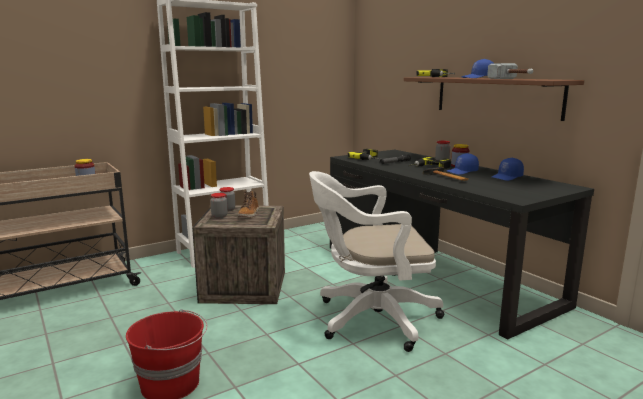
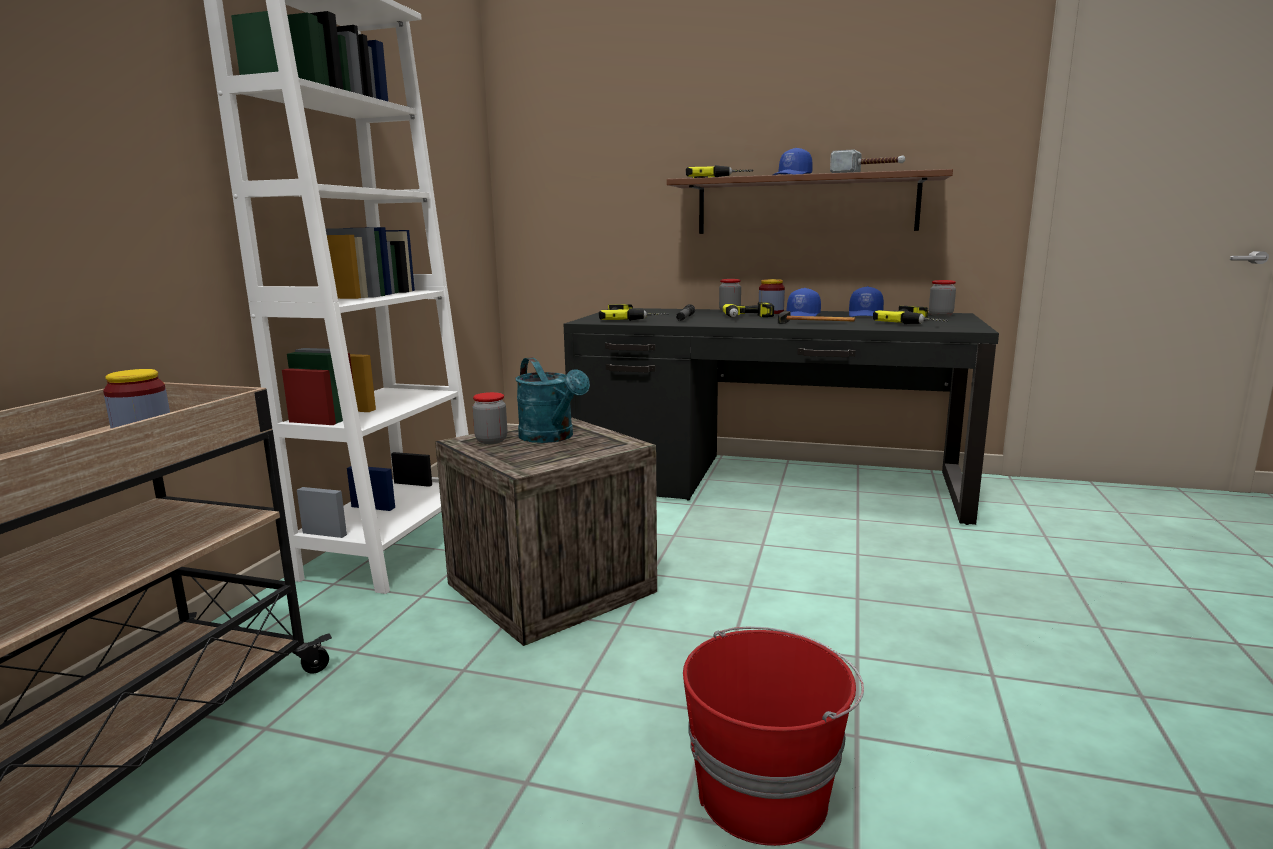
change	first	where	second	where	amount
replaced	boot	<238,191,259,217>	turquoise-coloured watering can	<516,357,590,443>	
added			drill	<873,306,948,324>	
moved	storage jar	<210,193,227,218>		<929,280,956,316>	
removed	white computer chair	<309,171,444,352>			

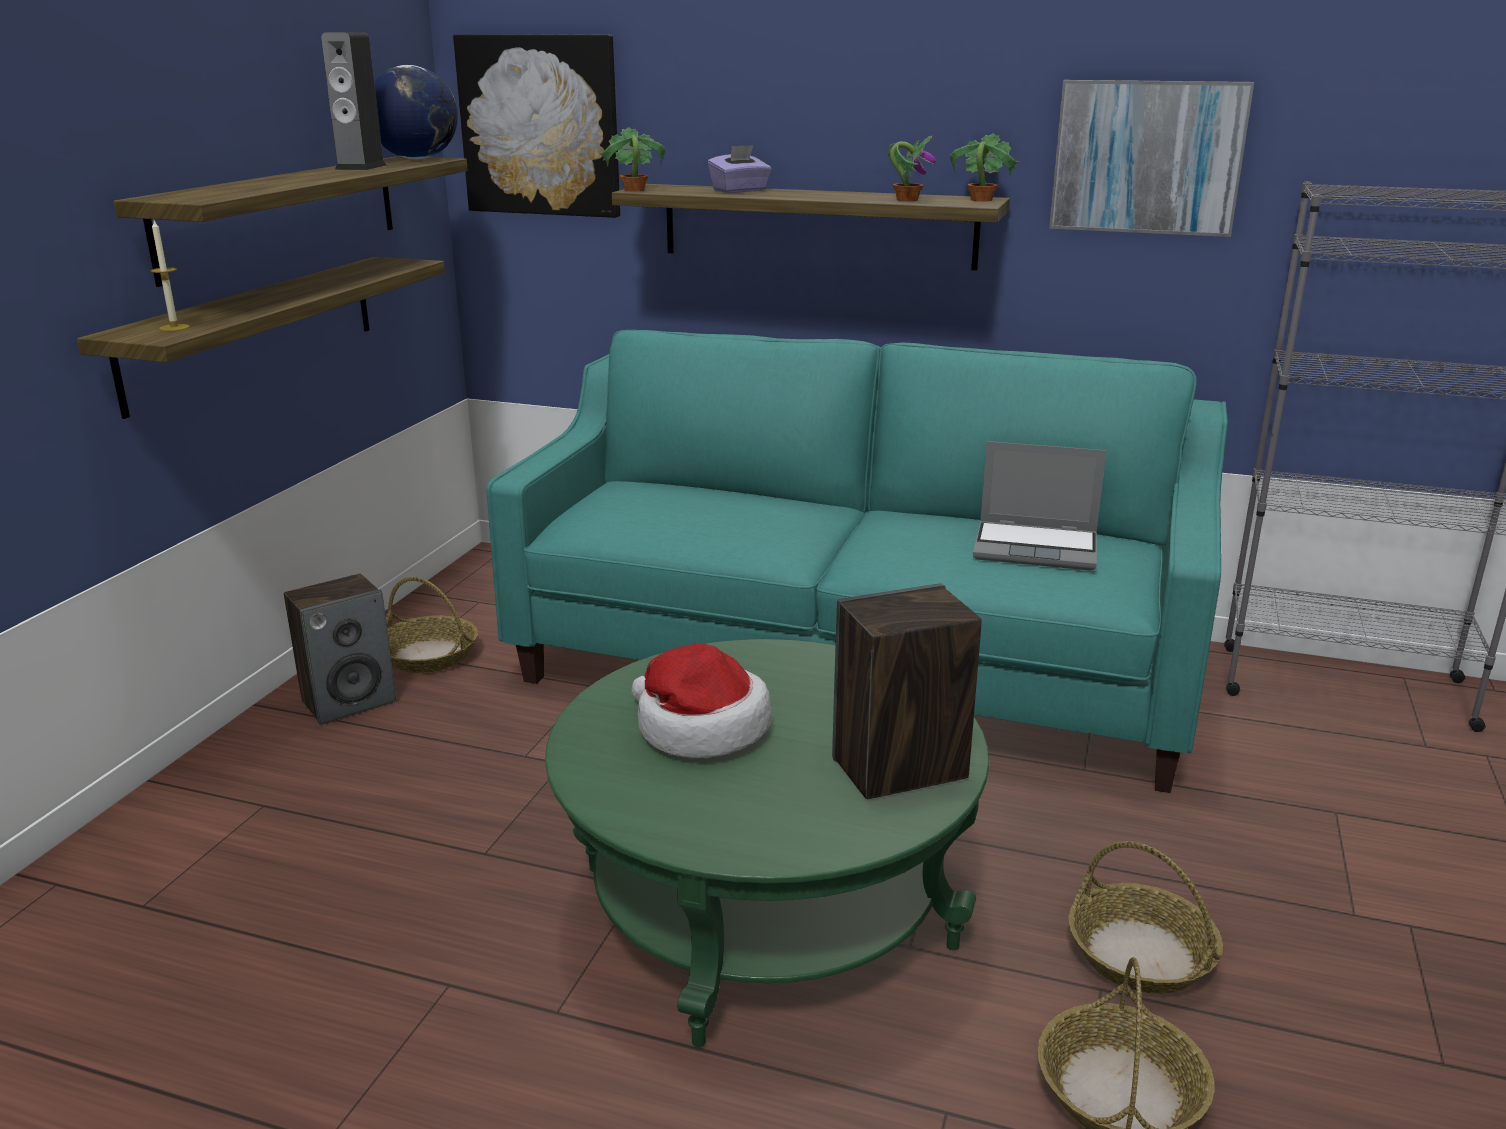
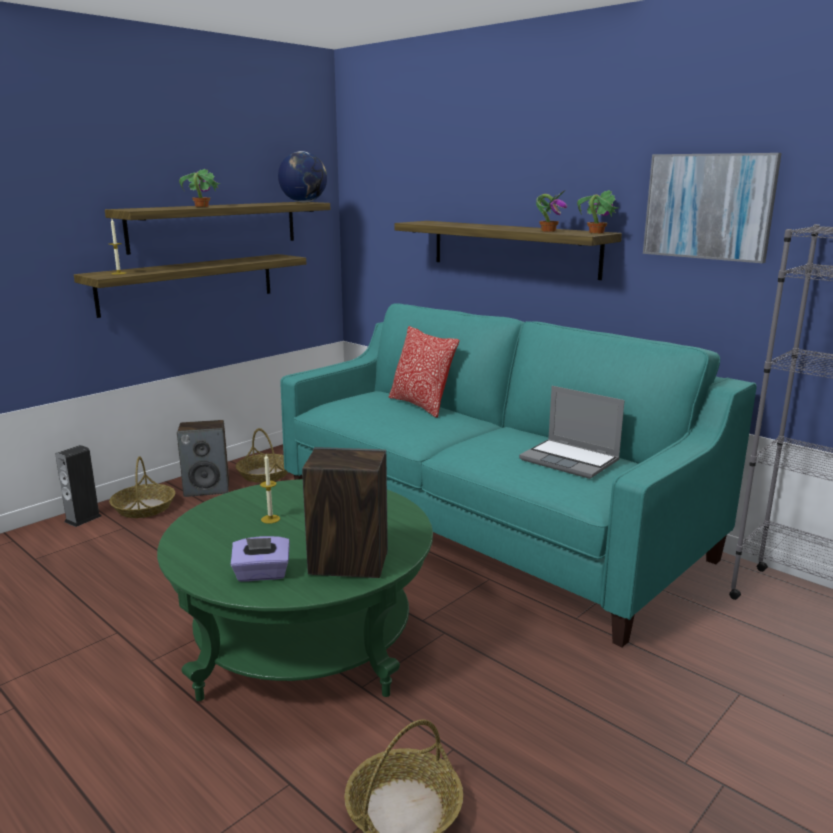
change	first	where	second	where	amount
moved	audio speaker	<321,32,387,170>		<55,445,101,527>	
moved	household basket	<1069,841,1223,994>		<109,457,175,518>	
moved	potted plant	<599,127,666,192>		<179,169,220,207>	
moved	purplish box of tissues	<707,145,771,193>		<231,536,290,582>	
replaced	hat	<632,643,771,758>	wax candle	<260,454,280,524>	
added			pillow	<389,326,459,418>	
removed	wall art	<453,34,620,218>			

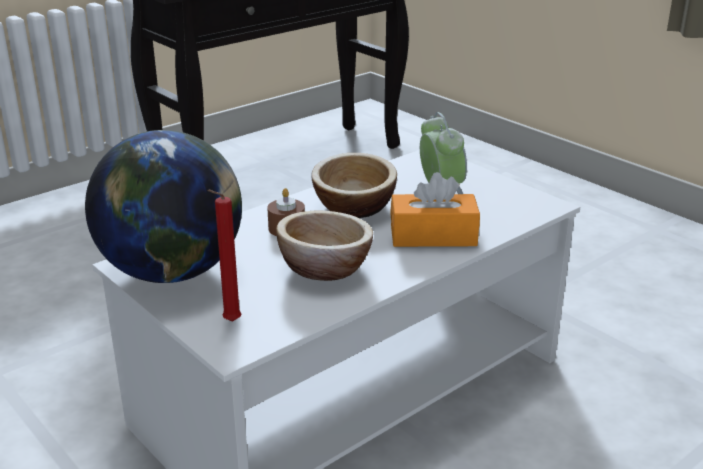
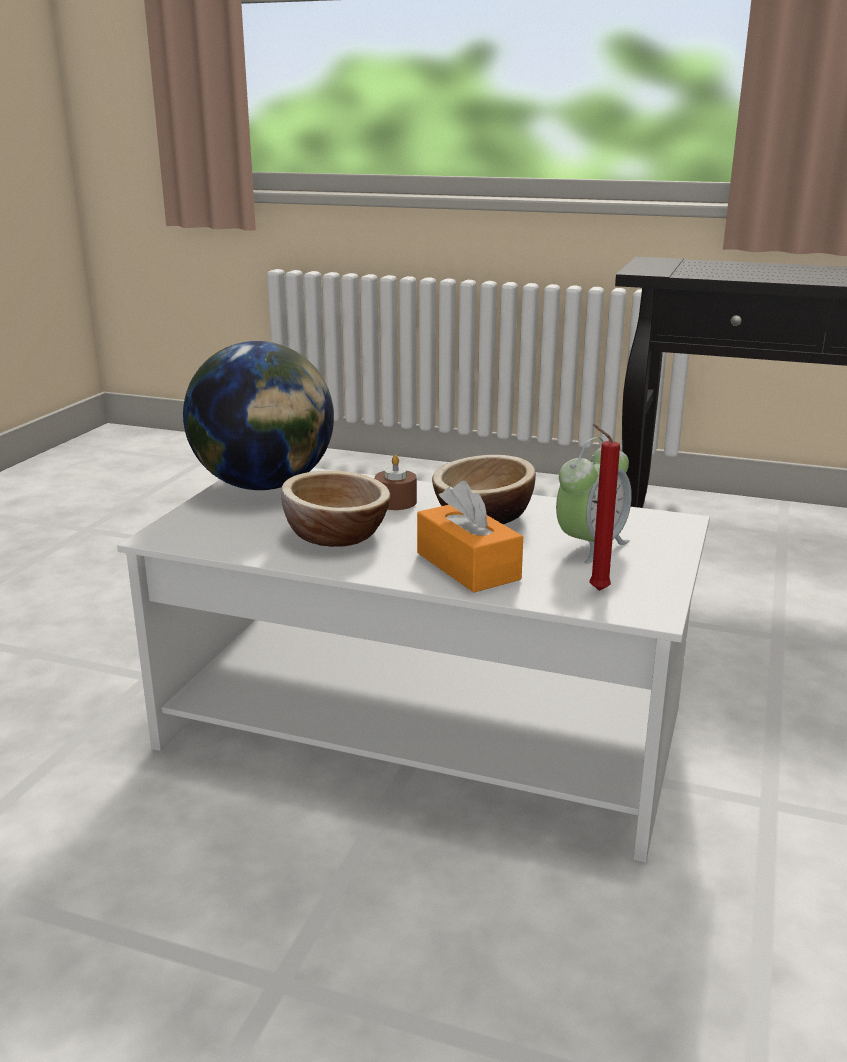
change	first	where	second	where	amount
moved	red wax candle	<207,190,241,322>		<590,424,620,591>	

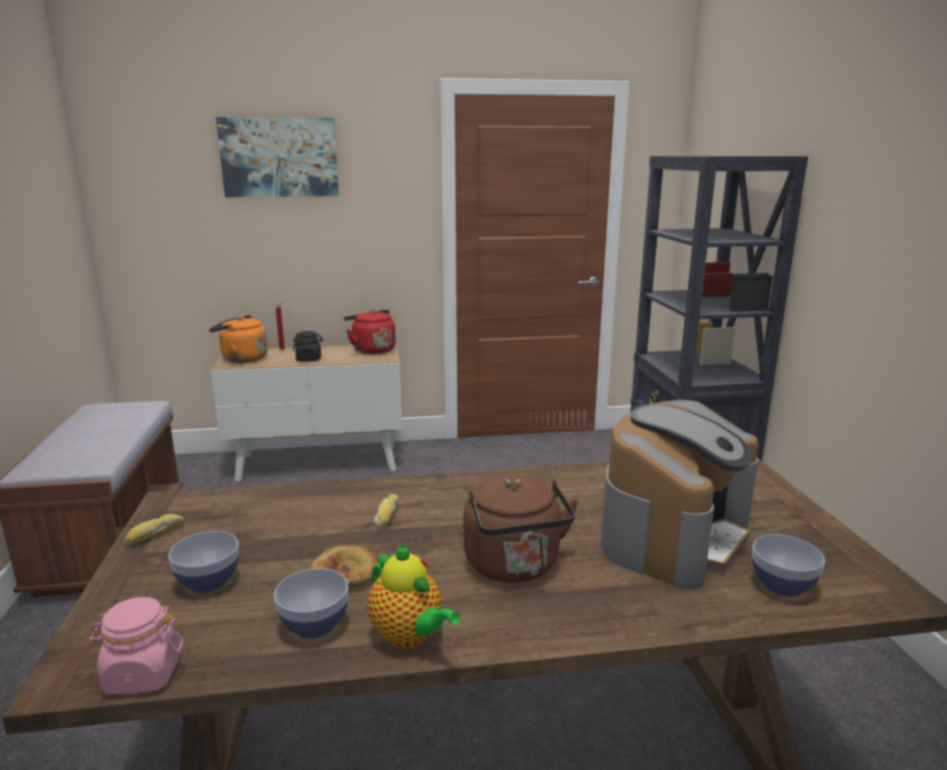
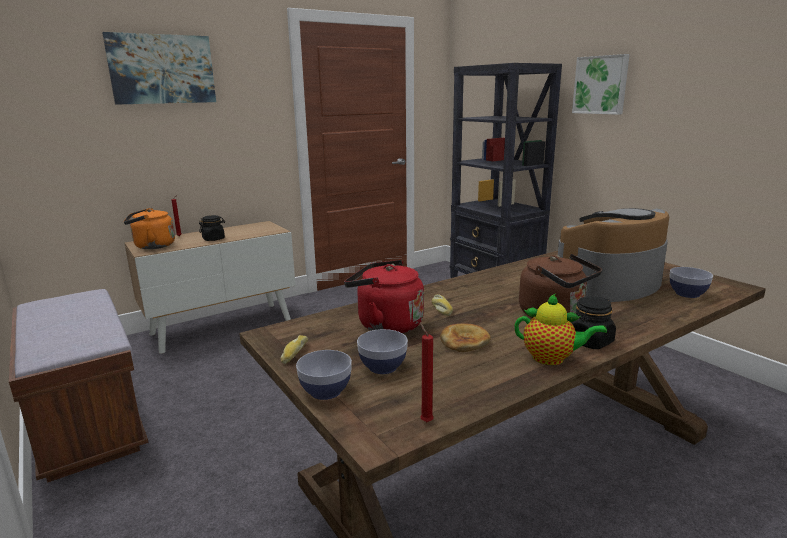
change	first	where	second	where	amount
moved	deep dish	<274,568,348,639>		<296,350,352,400>	
moved	red tea kettle	<344,310,396,354>		<344,260,424,333>	
replaced	pink-coloured storage jar	<87,597,183,694>	red wax candle	<420,323,434,422>	
turned	coffee brewer	<600,400,759,590>		<558,208,669,302>	135 degrees counterclockwise
added			blackish storage jar	<571,296,616,349>	
added			wall art	<572,54,630,115>	

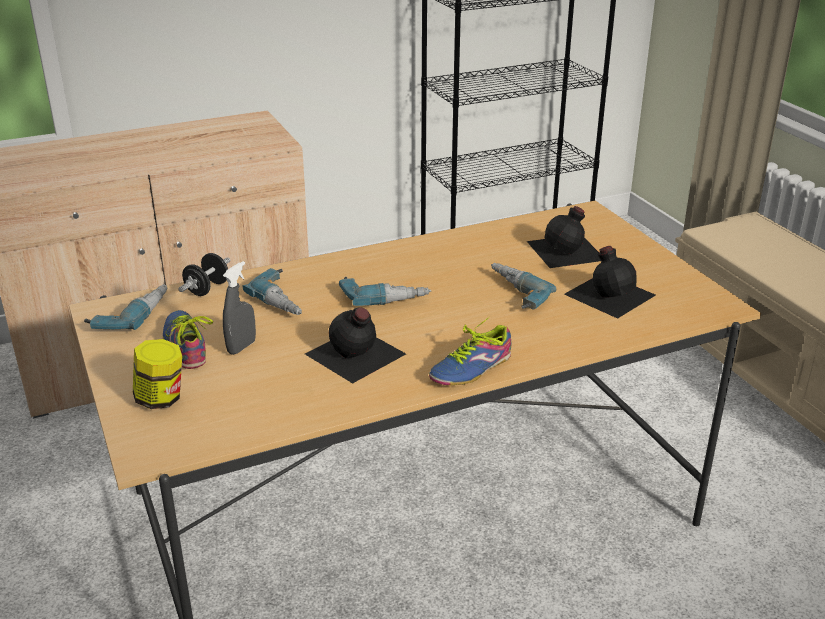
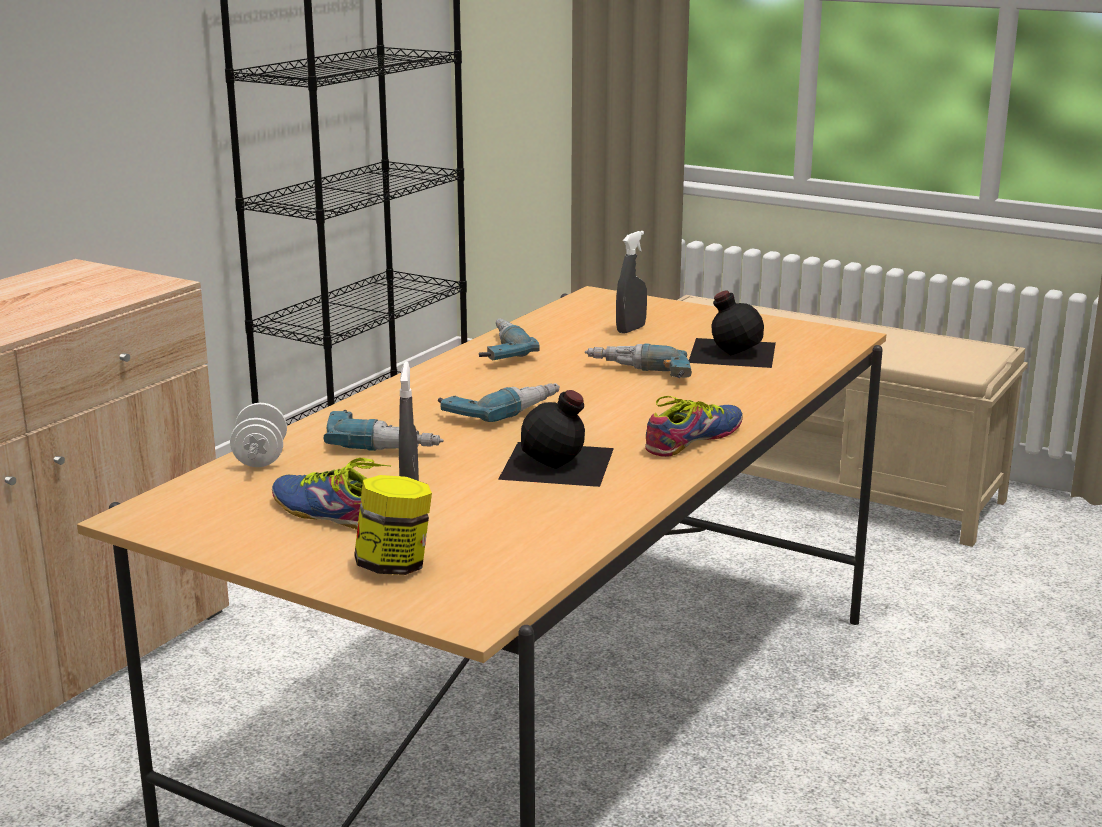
change	first	where	second	where	amount
recoloured	blackish dumbbell	<179,253,231,296>	white dumbbell	<230,403,287,467>	
moved	drill	<84,285,167,330>		<479,319,540,360>	
replaced	blackish beverage bottle	<527,206,601,268>	gray sprayer	<616,231,647,334>	
turned	item of footwear	<429,317,512,386>		<645,396,743,457>	150 degrees counterclockwise

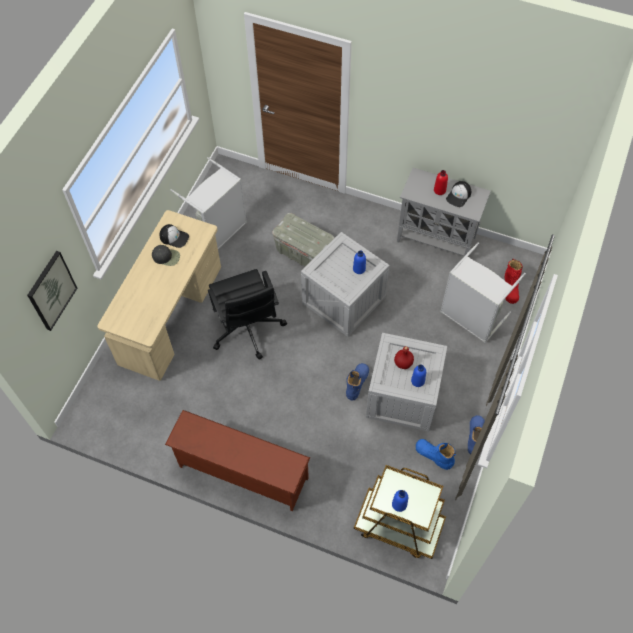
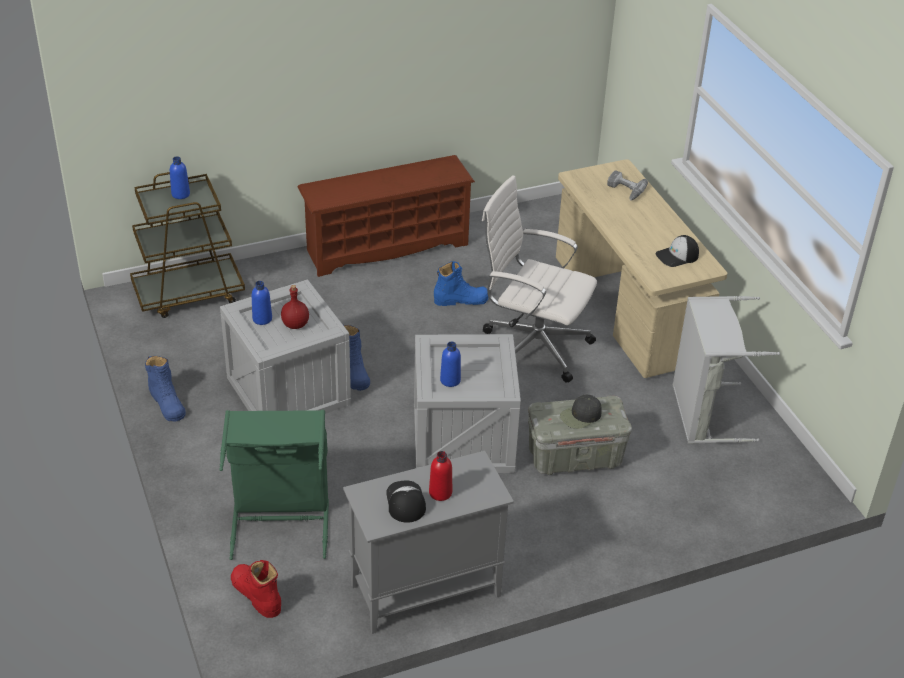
change	first	where	second	where	amount
recoloured	gray hamper	<440,242,526,343>	green hamper	<219,410,329,560>	
moved	blue-coloured boot	<416,439,456,470>		<434,261,488,306>	
recoloured	blackish computer chair	<208,269,287,360>	white computer chair	<482,175,597,383>	
moved	blackish cap	<152,245,180,266>		<560,395,601,429>	
added			drill	<607,170,648,200>	
removed	wall art	<27,251,77,331>			

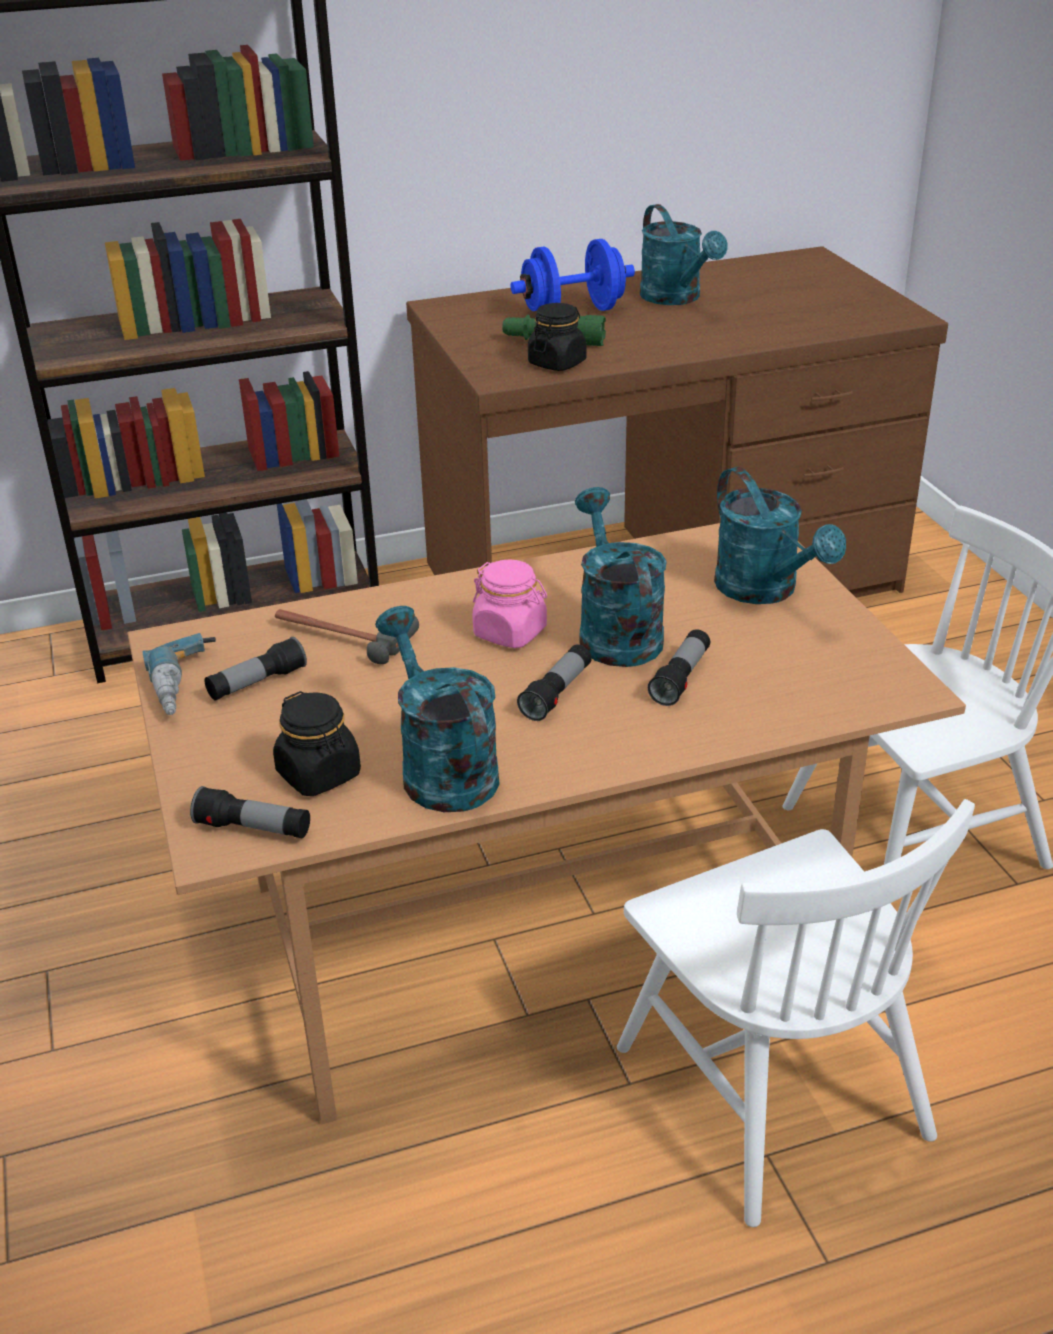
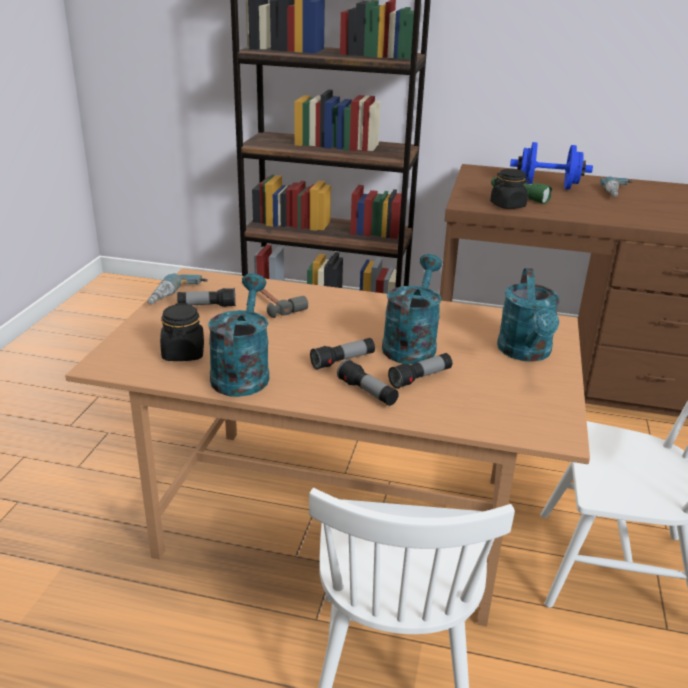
change	first	where	second	where	amount
moved	torch	<190,786,310,838>		<337,359,399,406>	
replaced	turquoise-coloured watering can	<640,204,727,305>	drill	<600,177,632,197>	
removed	pink-coloured storage jar	<472,560,547,648>			

